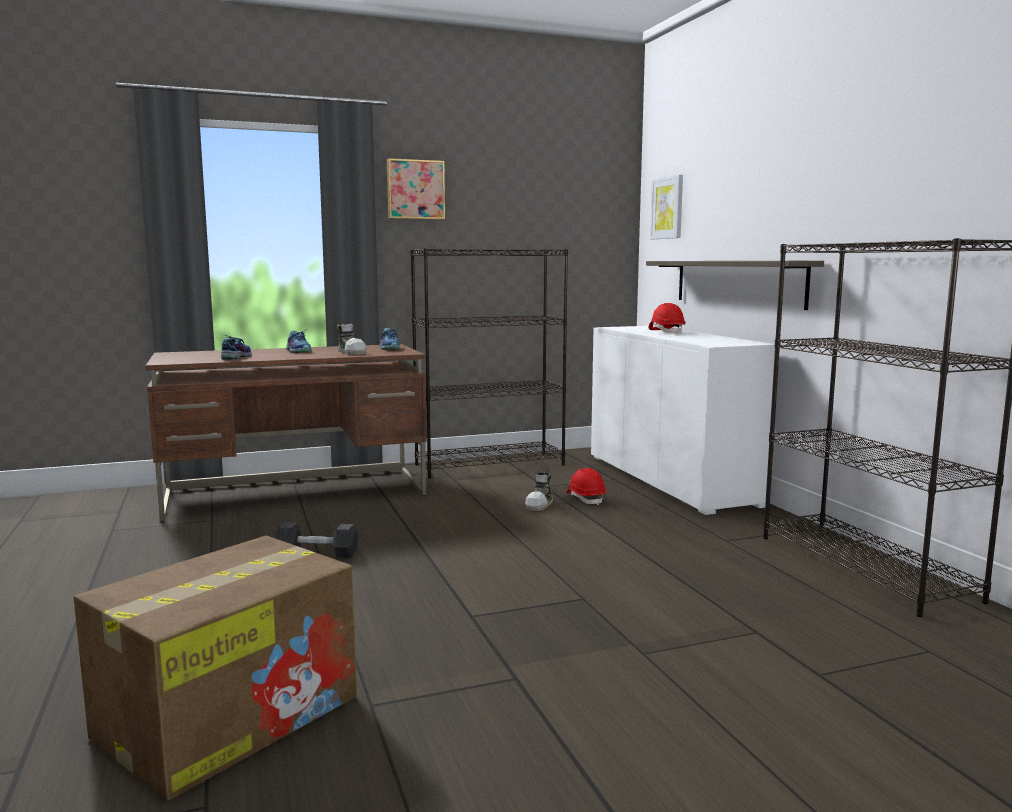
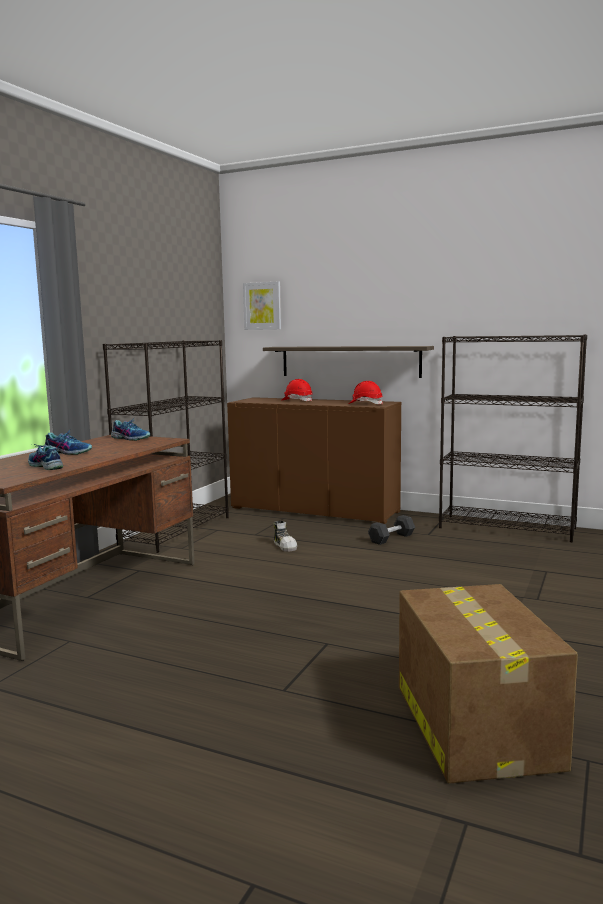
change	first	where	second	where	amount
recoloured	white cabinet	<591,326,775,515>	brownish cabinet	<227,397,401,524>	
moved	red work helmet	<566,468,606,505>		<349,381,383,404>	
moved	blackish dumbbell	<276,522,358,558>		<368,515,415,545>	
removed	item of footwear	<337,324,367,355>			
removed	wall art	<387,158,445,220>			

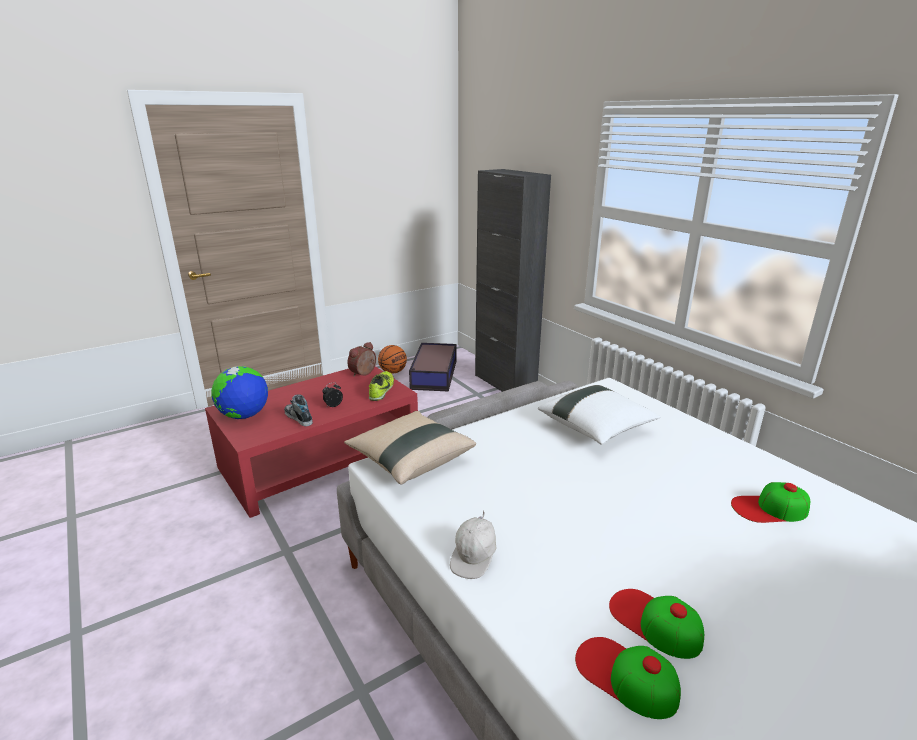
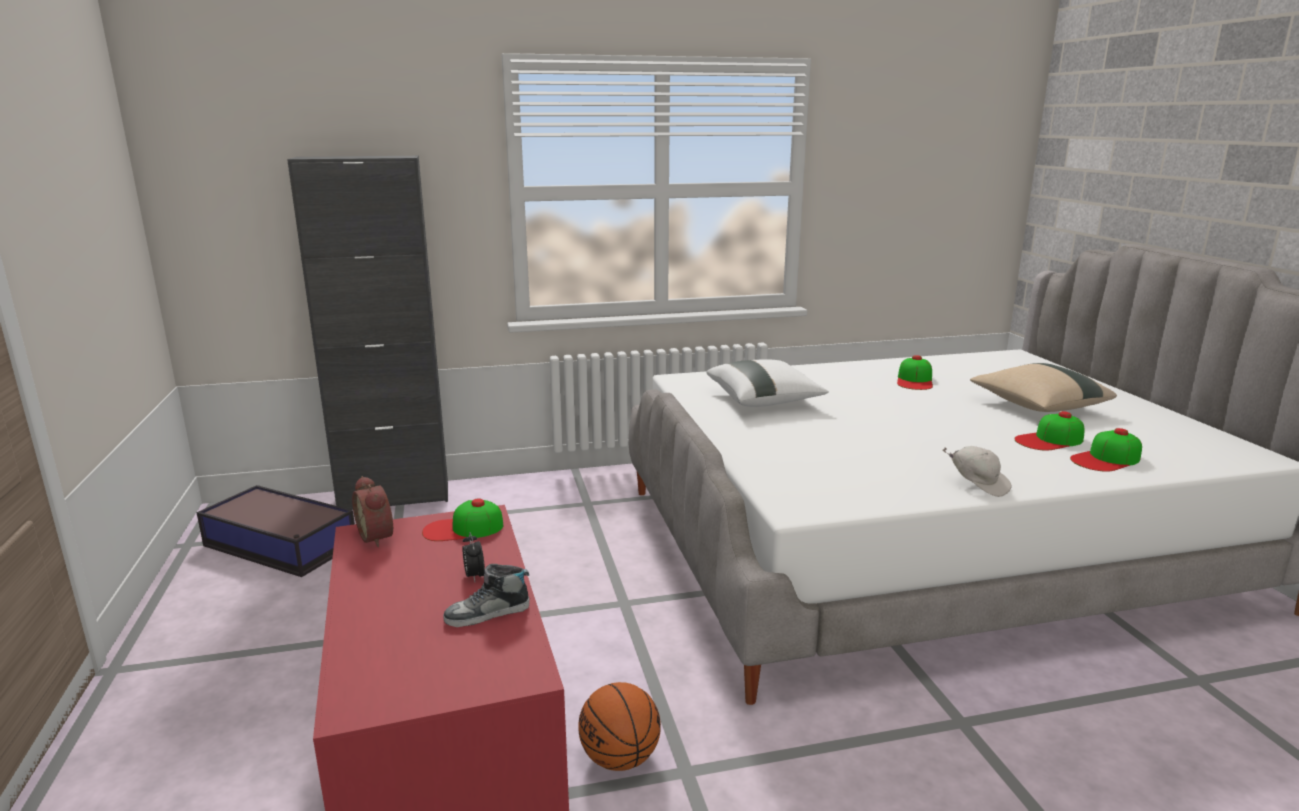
change	first	where	second	where	amount
replaced	item of footwear	<369,371,394,401>	cap	<422,499,503,541>	
moved	basketball	<378,345,407,374>		<578,682,661,771>	
moved	beige-coloured pillow	<344,411,476,485>		<970,363,1117,412>	
removed	world globe	<211,366,268,419>			

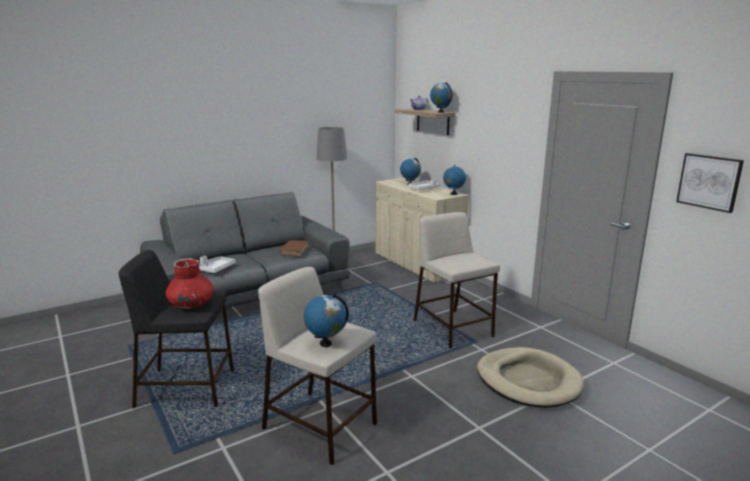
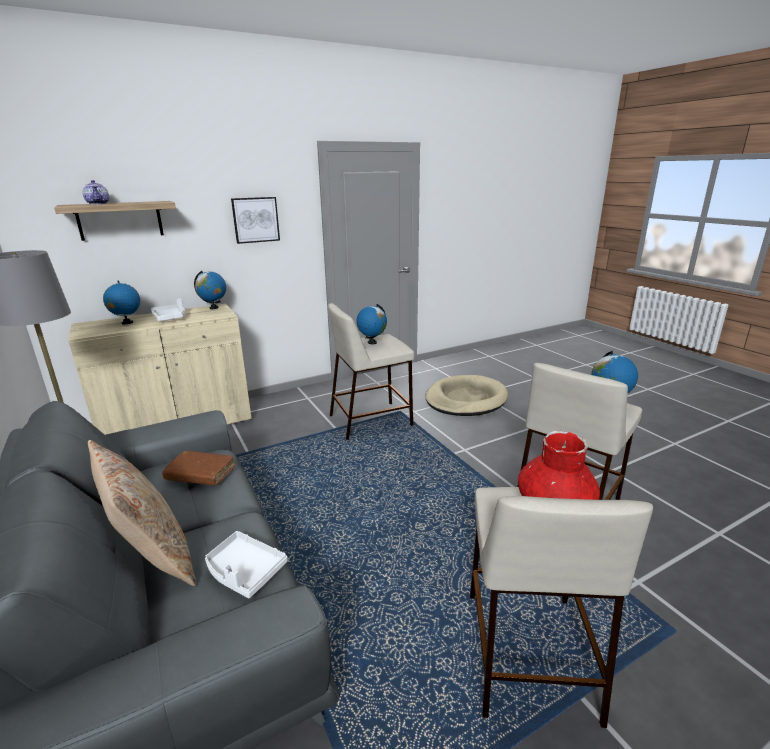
change	first	where	second	where	amount
added			beige-coloured pillow	<88,440,196,586>	
moved	wall art	<676,153,744,213>		<231,197,280,244>	
moved	world globe	<430,82,453,113>		<356,304,387,344>	
recoloured	blackish stool seat	<118,250,234,408>	beige-coloured stool seat	<470,487,653,728>	

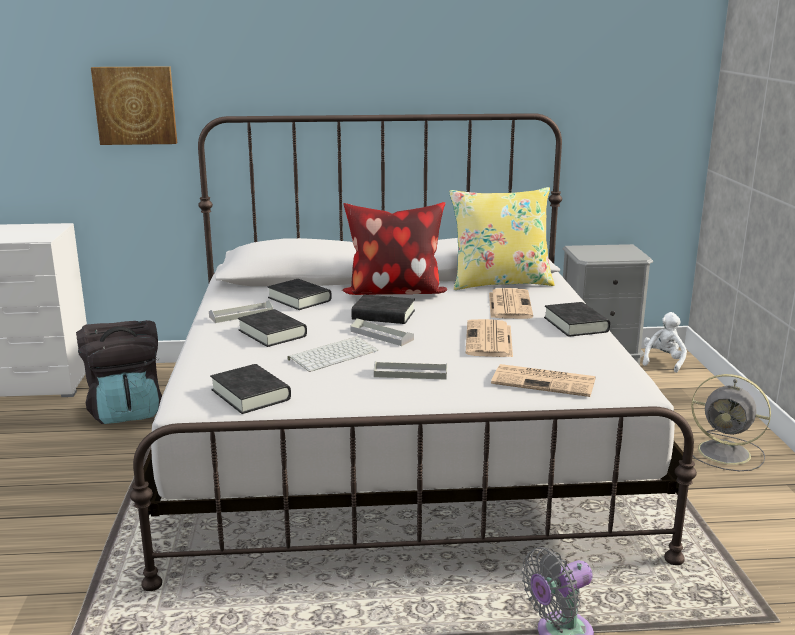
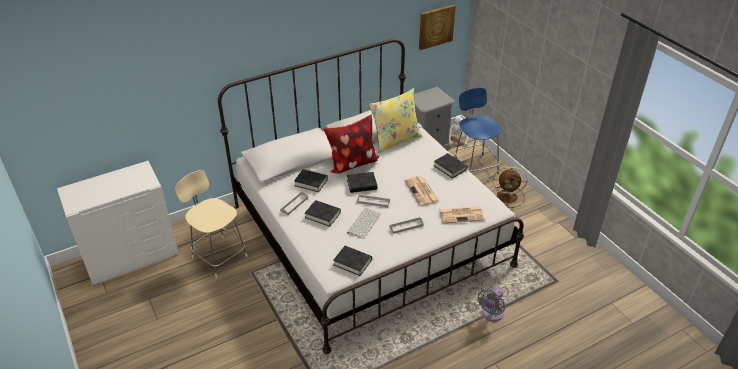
change	first	where	second	where	amount
replaced	blackish backpack	<76,320,162,424>	beige-coloured plain chair	<175,170,248,278>	
moved	wall art	<91,66,177,145>		<419,5,456,50>	
added			blue-coloured plain chair	<455,88,502,174>	
recoloured	gray fan	<691,374,771,471>	brownish fan	<493,166,527,208>	
removed	daily paper	<489,288,533,319>			

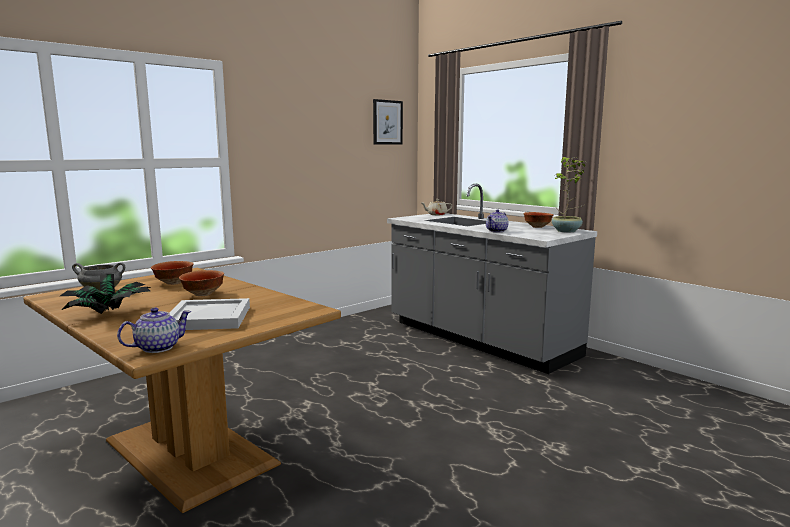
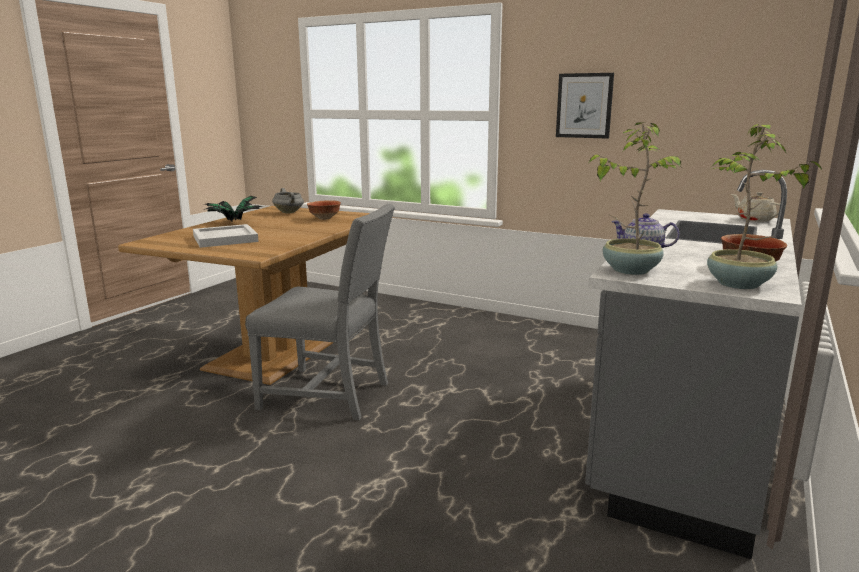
change	first	where	second	where	amount
added			gray plain chair	<245,204,395,420>	
moved	wall art	<373,99,403,145>		<556,73,614,139>	
added			potted plant	<589,123,681,275>	
removed	tea pot	<117,307,191,353>			
removed	deep dish	<179,270,224,296>			

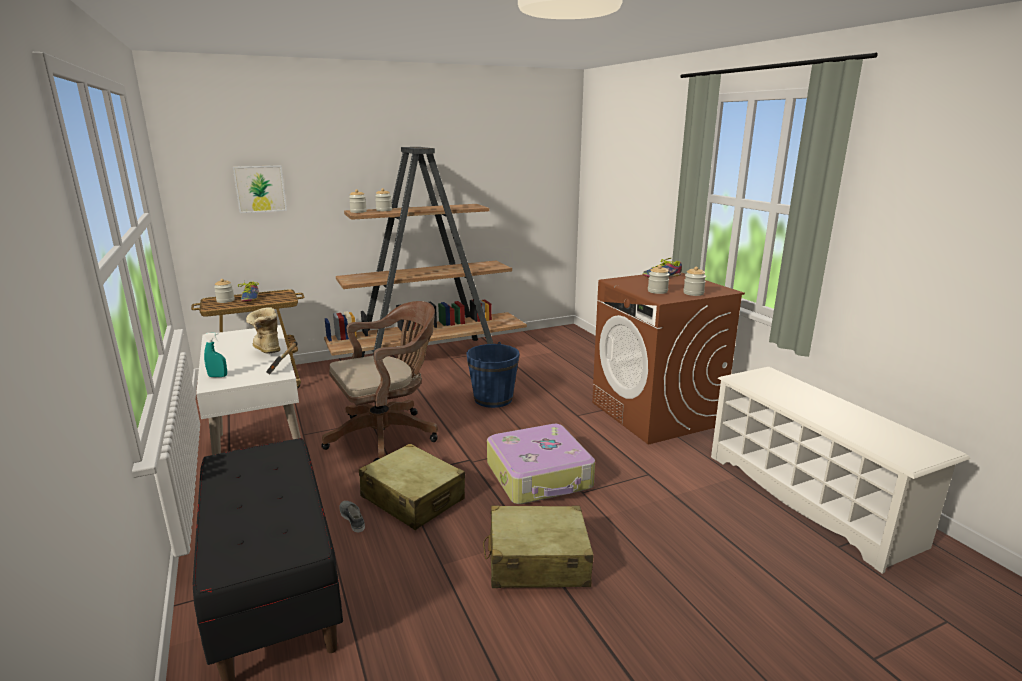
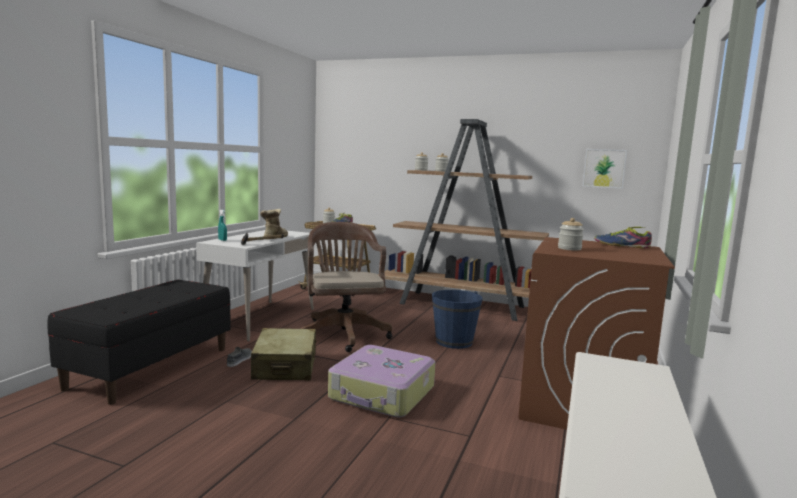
change	first	where	second	where	amount
turned	brownish computer chair	<321,301,438,462>		<300,222,392,352>	120 degrees counterclockwise
moved	wall art	<233,165,287,213>		<583,149,627,189>	
removed	beige-coloured suitcase	<483,505,594,588>			
removed	storage jar	<683,267,706,296>			

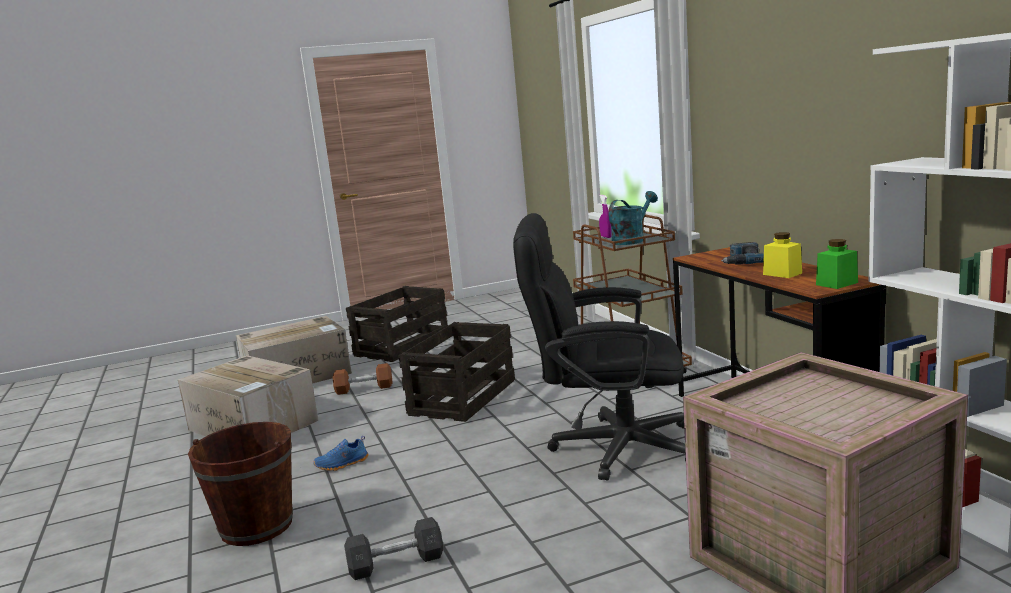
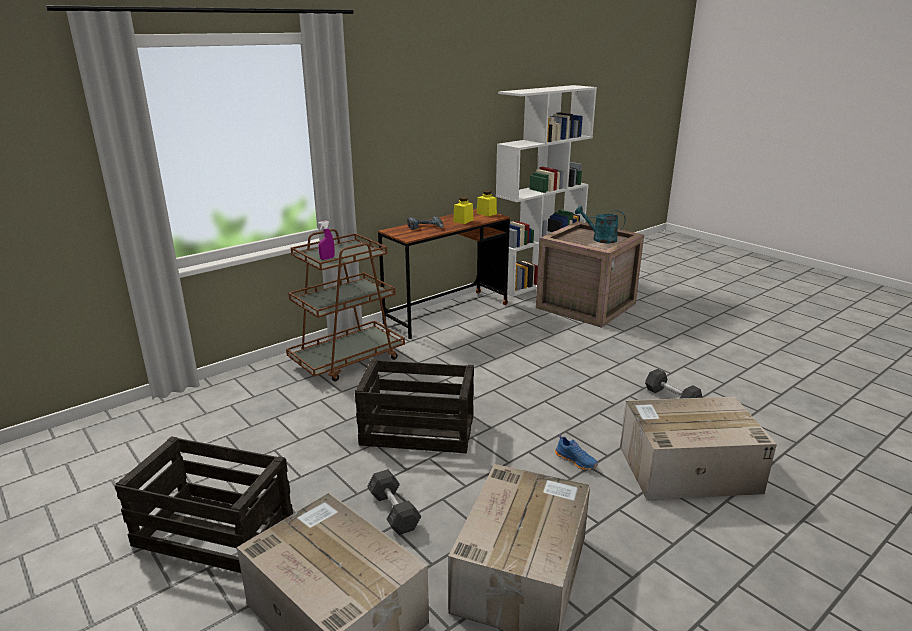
change	first	where	second	where	amount
recoloured	brownish dumbbell	<333,363,392,395>	gray dumbbell	<367,469,421,535>	
recoloured	green storage jar	<816,239,858,289>	yellowish storage jar	<477,191,497,217>	
moved	turquoise-coloured watering can	<609,191,658,245>		<575,206,626,243>	
replaced	brownish pail	<188,422,293,546>	carton	<620,396,777,500>	
removed	blackish computer chair	<513,213,686,481>			

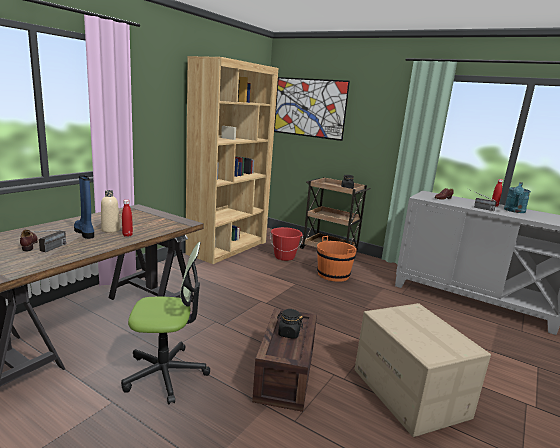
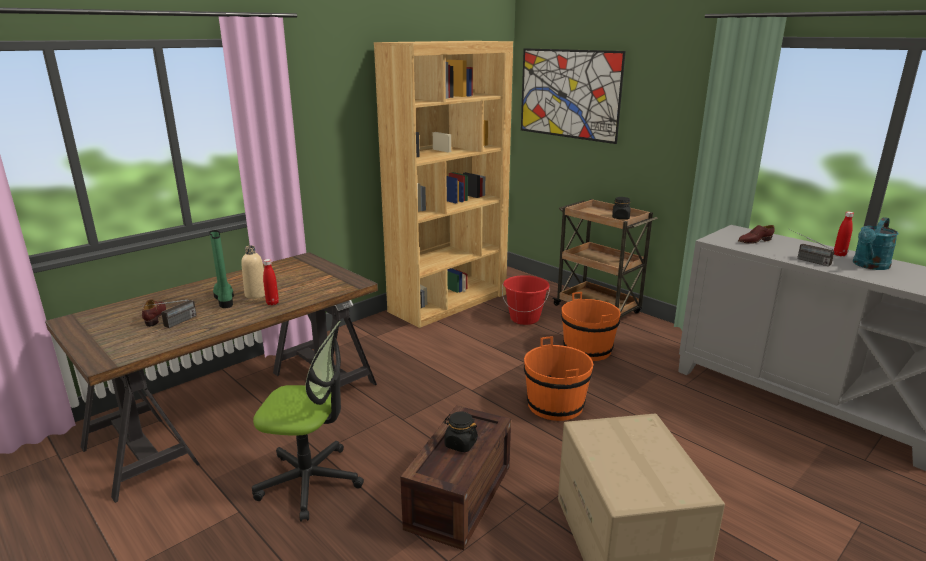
change	first	where	second	where	amount
recoloured	blue-coloured boot	<74,175,94,239>	green boot	<209,230,234,308>	
added			orange pail	<524,336,593,421>	

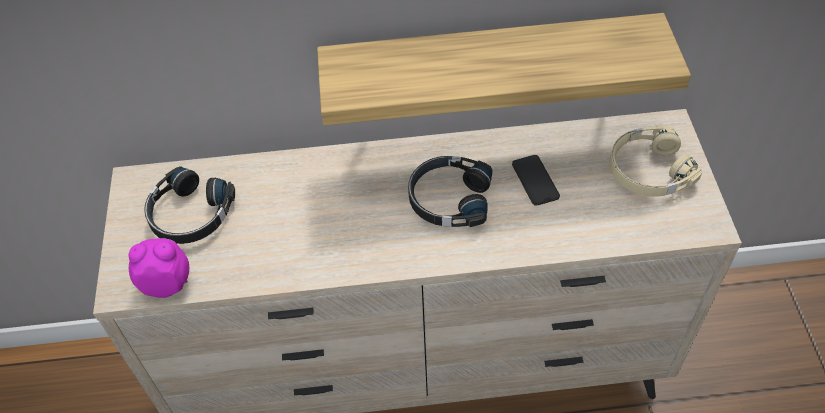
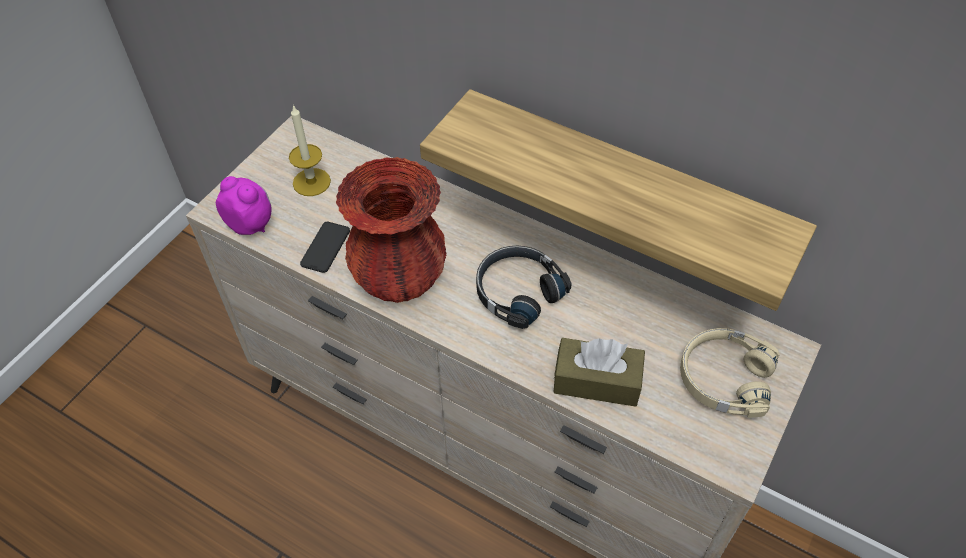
change	first	where	second	where	amount
replaced	blackish headphones	<144,166,235,244>	wax candle	<289,105,331,196>	
moved	phone	<512,155,560,206>		<300,222,350,273>	
added			red flower vase	<336,157,446,303>	
added			brownish box of tissues	<553,338,645,407>	

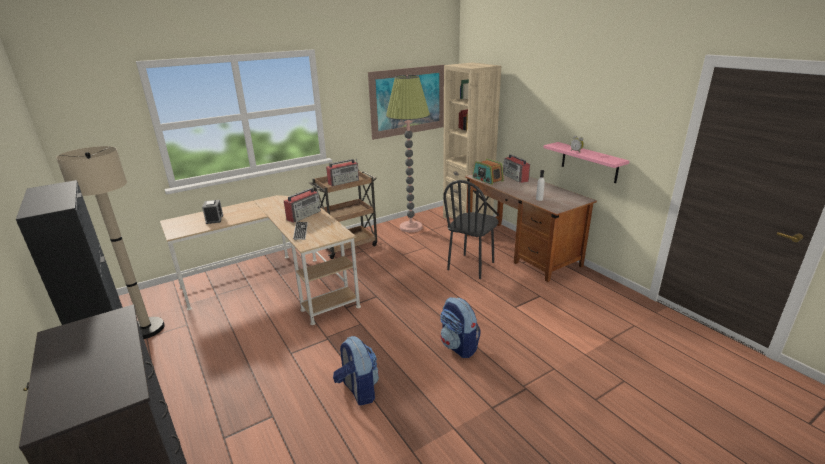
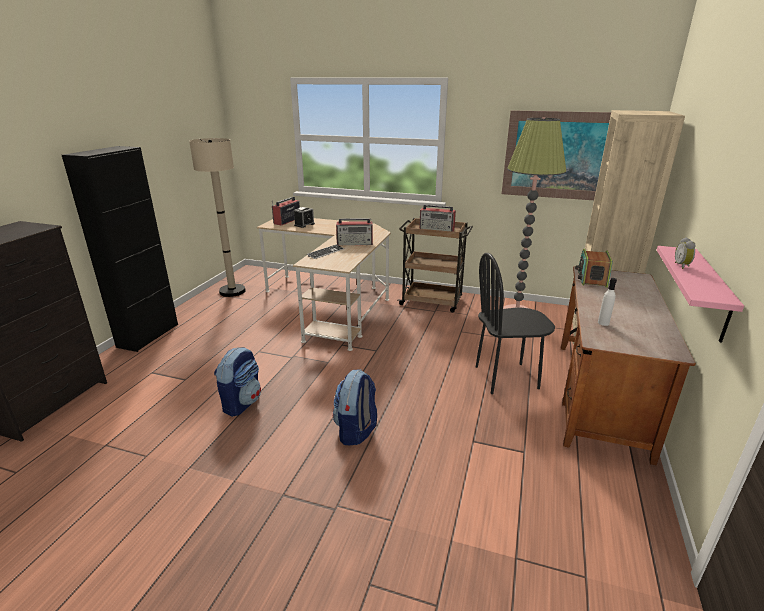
change	first	where	second	where	amount
moved	radio set	<503,154,530,183>		<272,197,300,226>	

